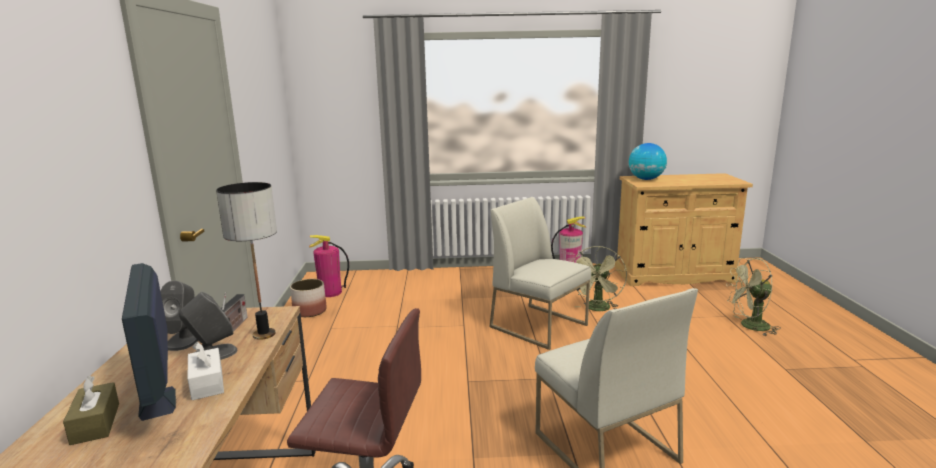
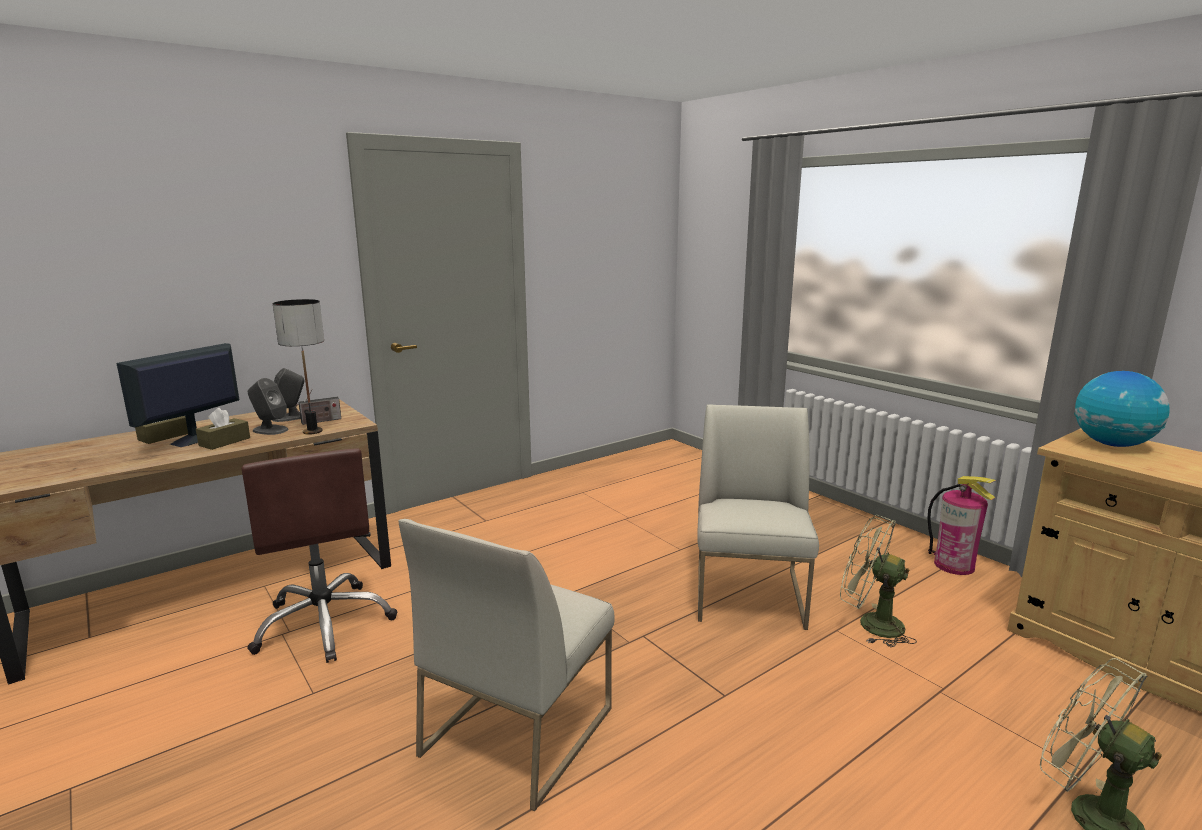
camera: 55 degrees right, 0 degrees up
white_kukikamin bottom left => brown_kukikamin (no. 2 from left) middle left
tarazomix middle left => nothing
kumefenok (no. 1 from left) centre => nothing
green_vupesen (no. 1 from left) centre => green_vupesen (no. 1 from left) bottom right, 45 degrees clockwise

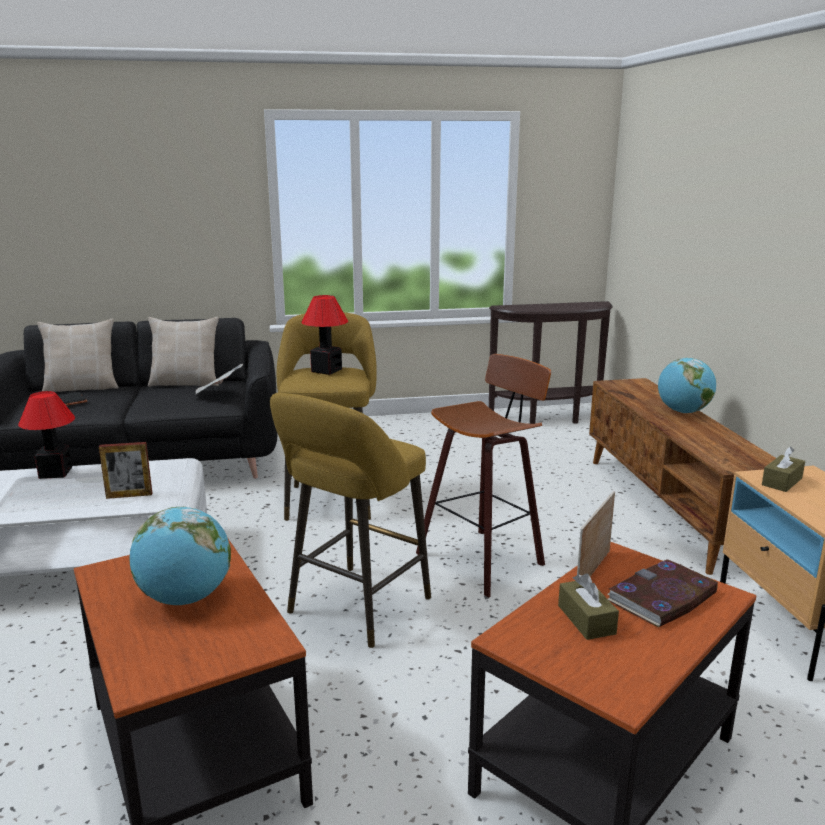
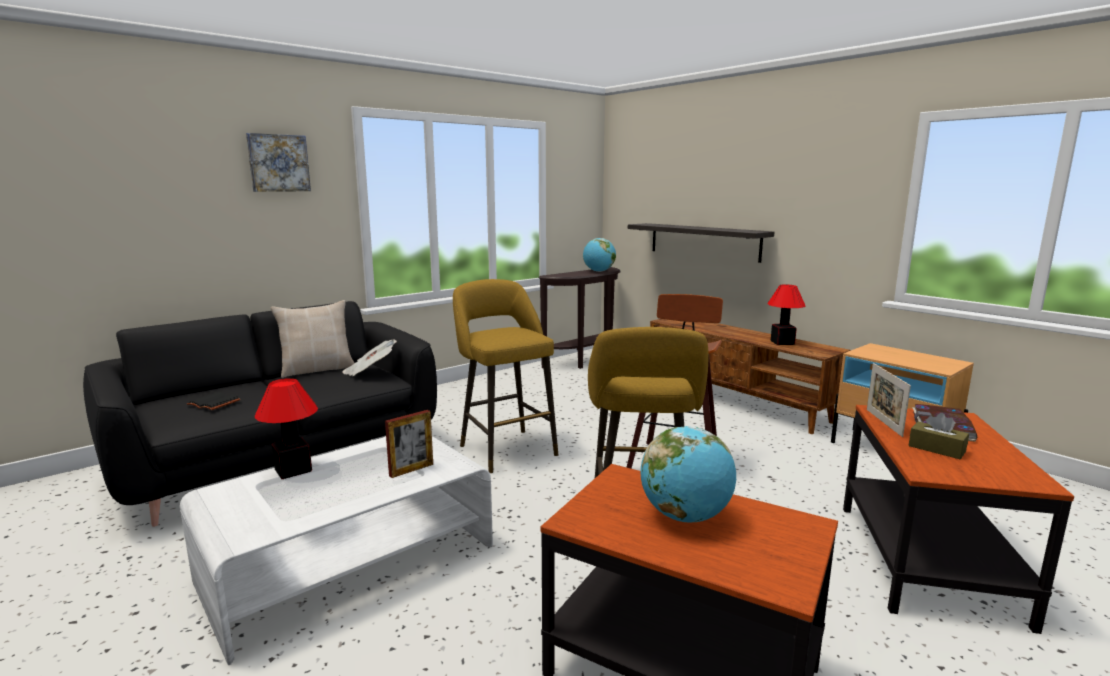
camera: 30 degrees left, 5 degrees down
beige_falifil (no. 1 from left) middle left => nothing
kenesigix (no. 2 from left) centre => kenesigix (no. 2 from left) middle right, relocated
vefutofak (no. 2 from left in the first image) middle right => vefutofak (no. 1 from left) centre, relocated
brown_kukikamin (no. 2 from left) middle right => nothing
nothing => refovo top left
nothing => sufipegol centre

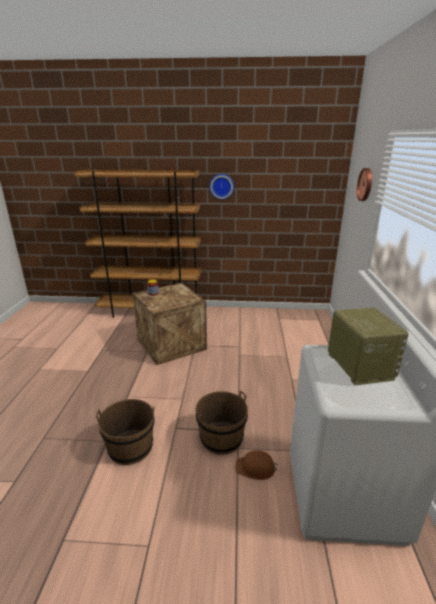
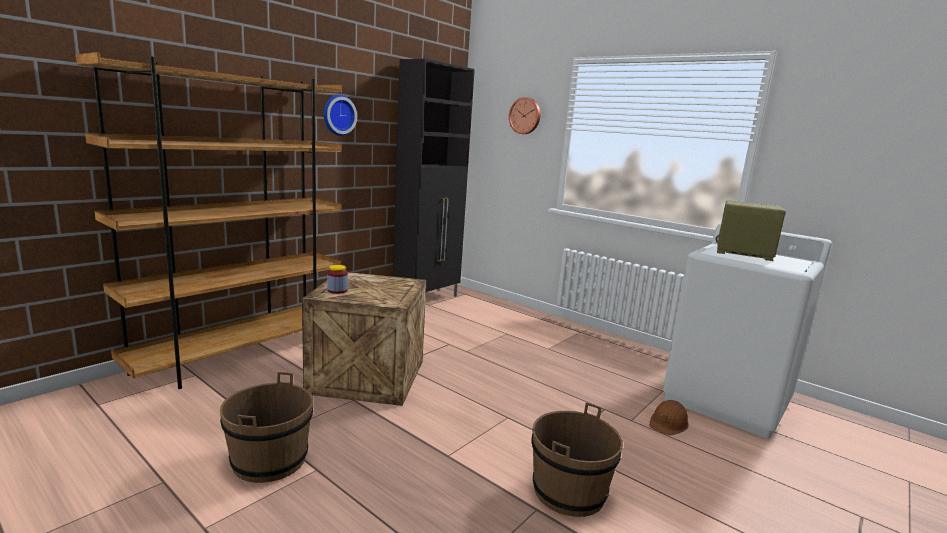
camera: 55 degrees left, 10 degrees down
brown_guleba (no. 2 from left in the first image) bottom centre => brown_guleba (no. 1 from left) bottom left, relocated
nothing => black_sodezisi top centre

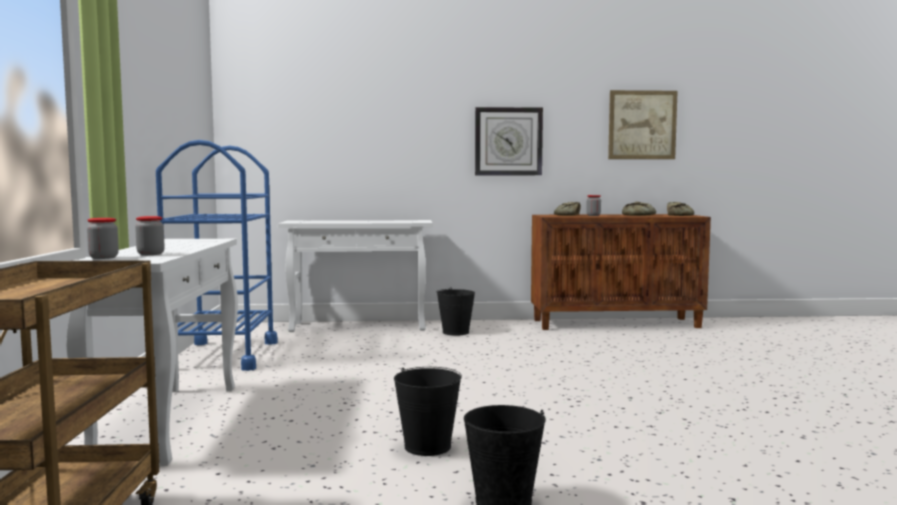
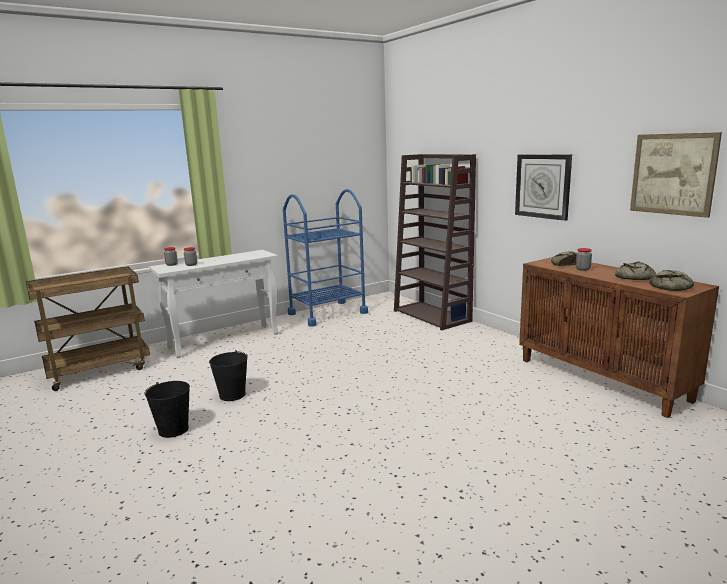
camera: 60 degrees right, 10 degrees up
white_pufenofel (no. 2 from left) centre => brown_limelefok centre
black_guleba (no. 2 from left) centre => nothing

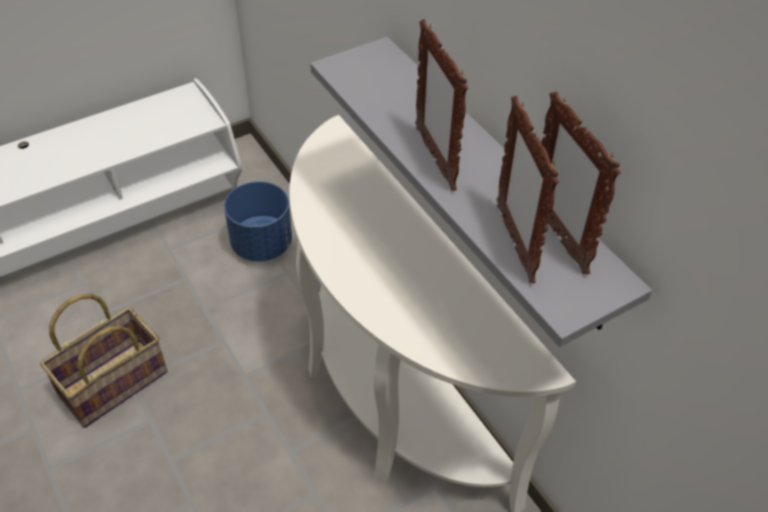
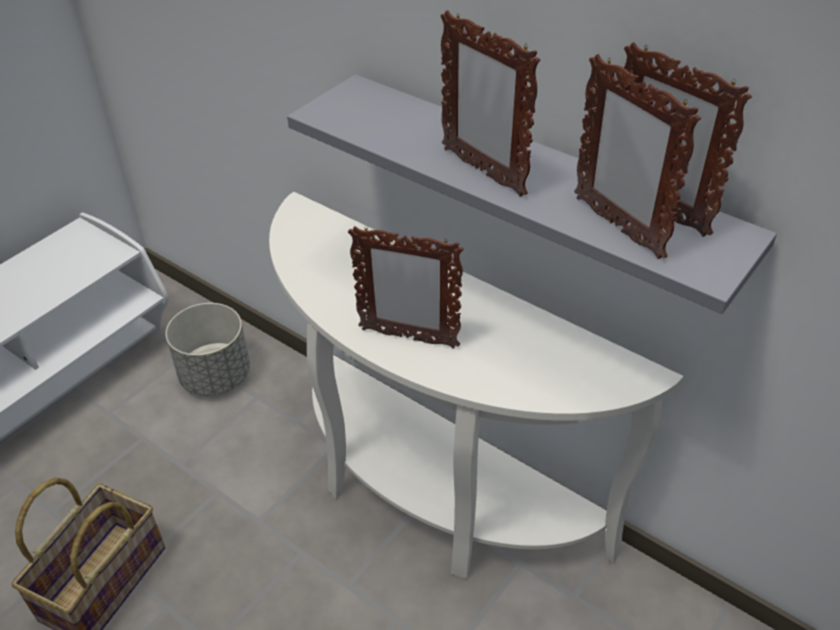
camera: 20 degrees left, 5 degrees down
blue_tarazomix centre => grey_tarazomix middle left
nothing => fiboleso (no. 1 from left) centre

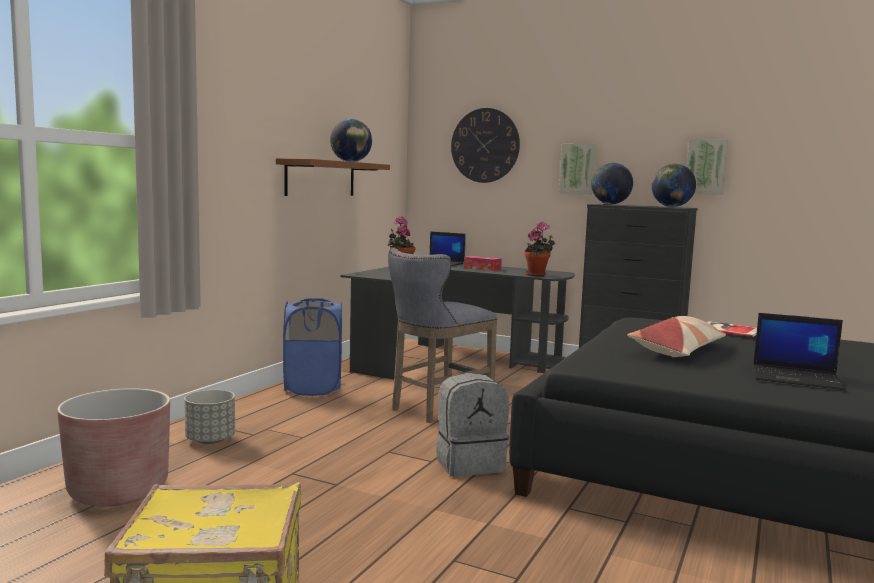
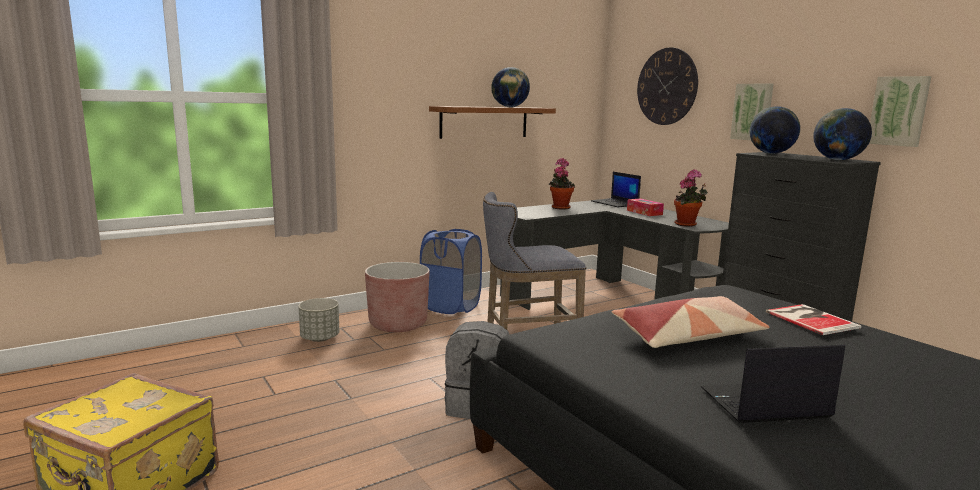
camera: 30 degrees right, 5 degrees up
brown_tarazomix bottom left => brown_tarazomix centre, relocated
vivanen (no. 2 from left) middle right => vivanen (no. 2 from left) bottom right, 120 degrees clockwise

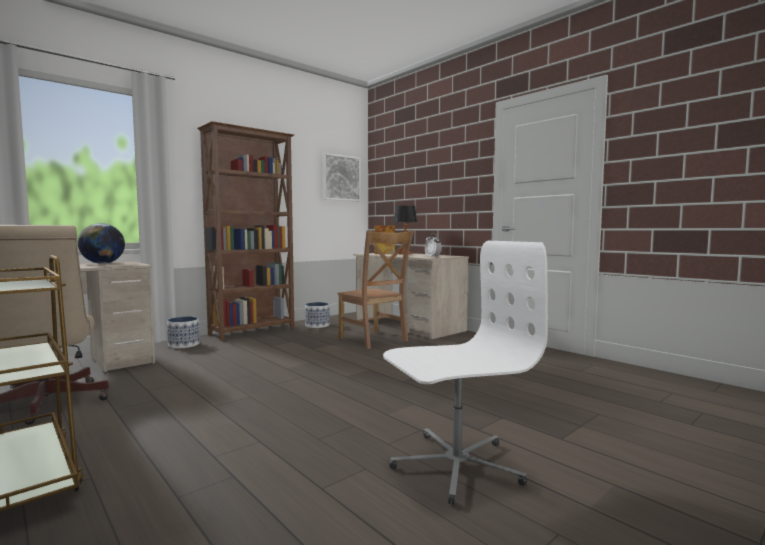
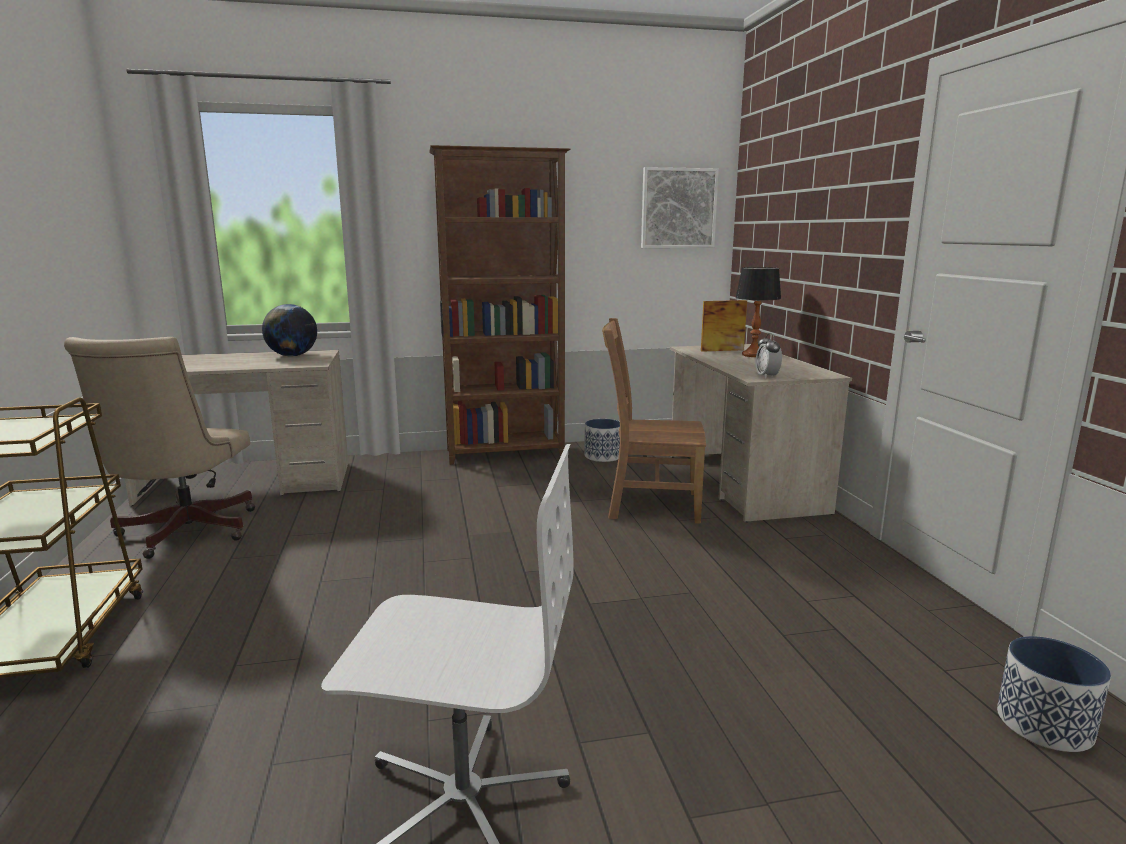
camera: 30 degrees right, 10 degrees up
tarazomix (no. 1 from left in the first image) middle left => tarazomix (no. 2 from left) bottom right, relocated
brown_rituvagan centre, 105 degrees clockwise

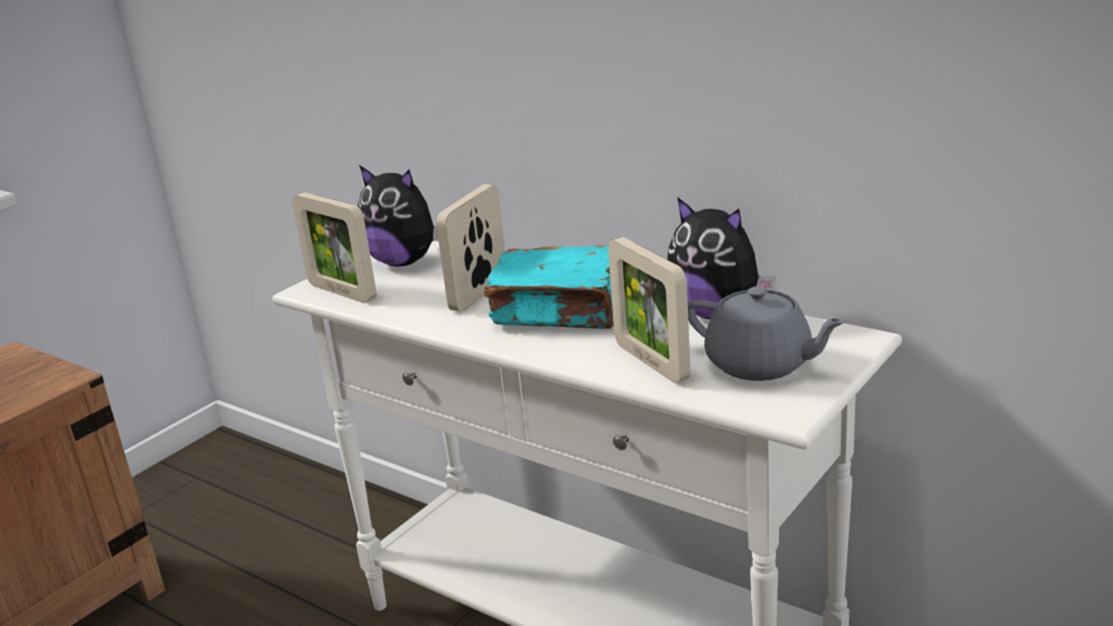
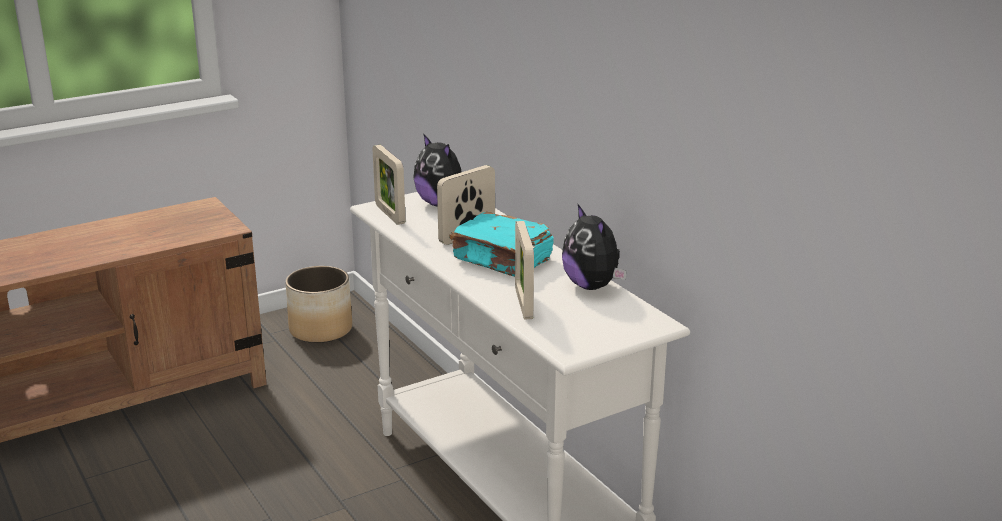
camera: 20 degrees right, 0 degrees up
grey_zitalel middle right => nothing
nothing => tarazomix middle left

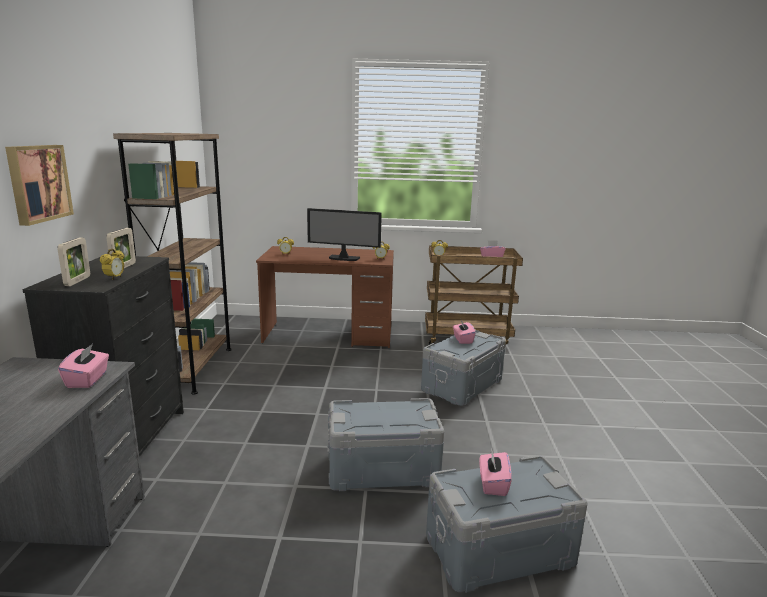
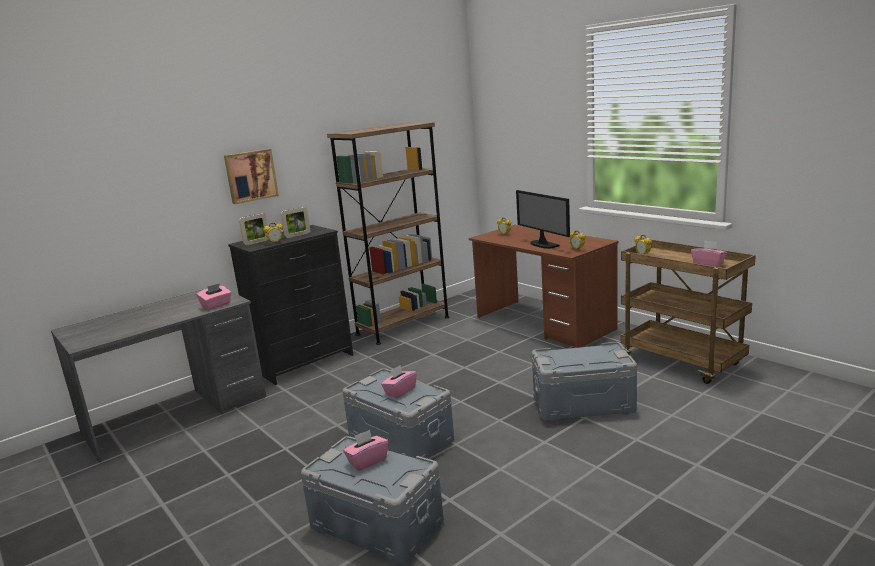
camera: 50 degrees right, 0 degrees up
pink_kukikamin (no. 2 from left in the first image) centre => pink_kukikamin (no. 3 from left) bottom centre, relocated

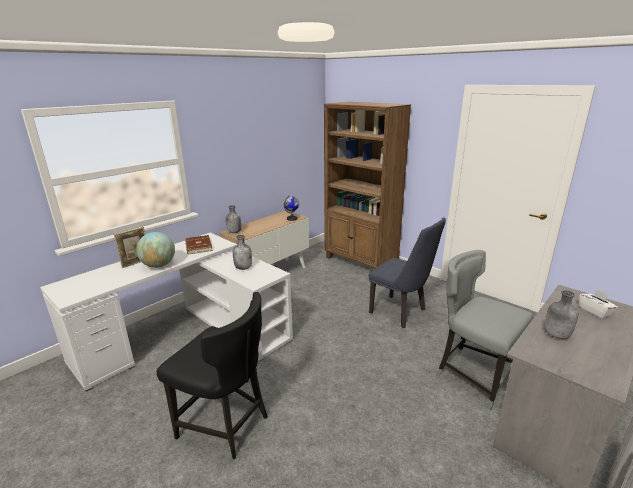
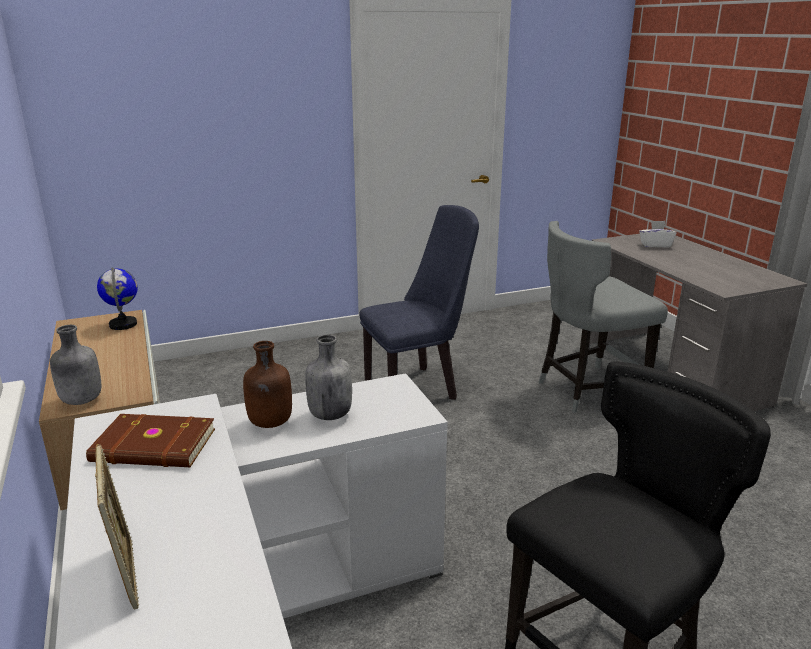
camera: 65 degrees left, 0 degrees up
vefutofak (no. 1 from left) middle left => nothing
brown_limelefok centre => nothing
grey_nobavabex (no. 3 from left) middle right => nothing
nothing => brown_nobavabex middle left

